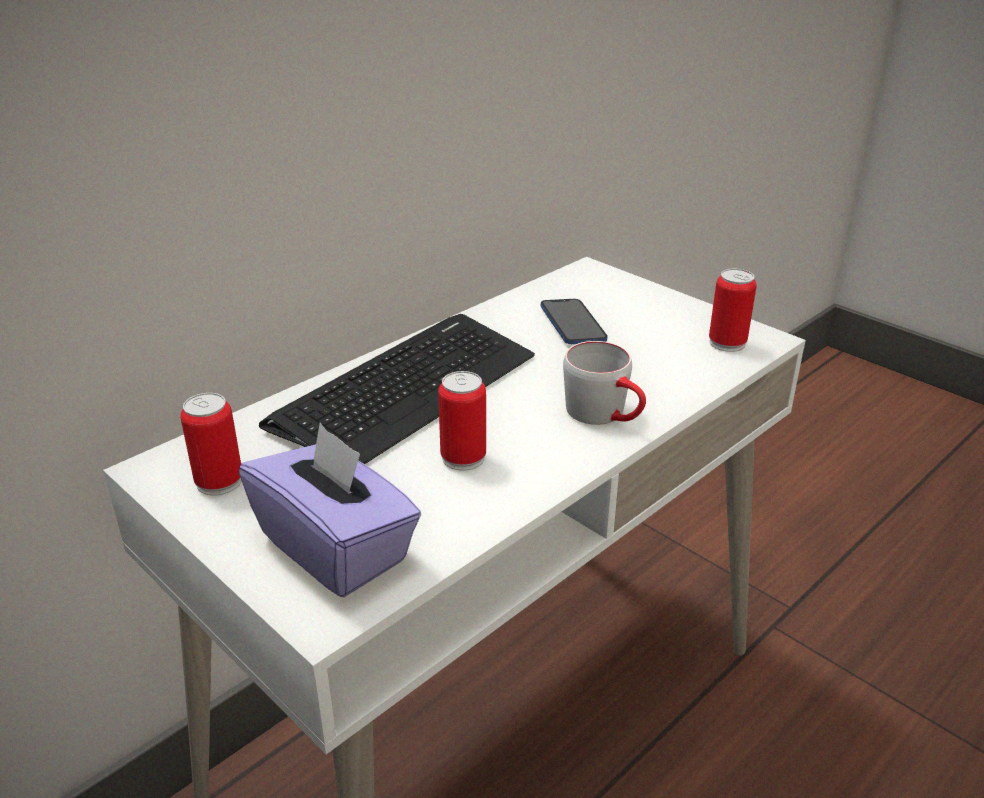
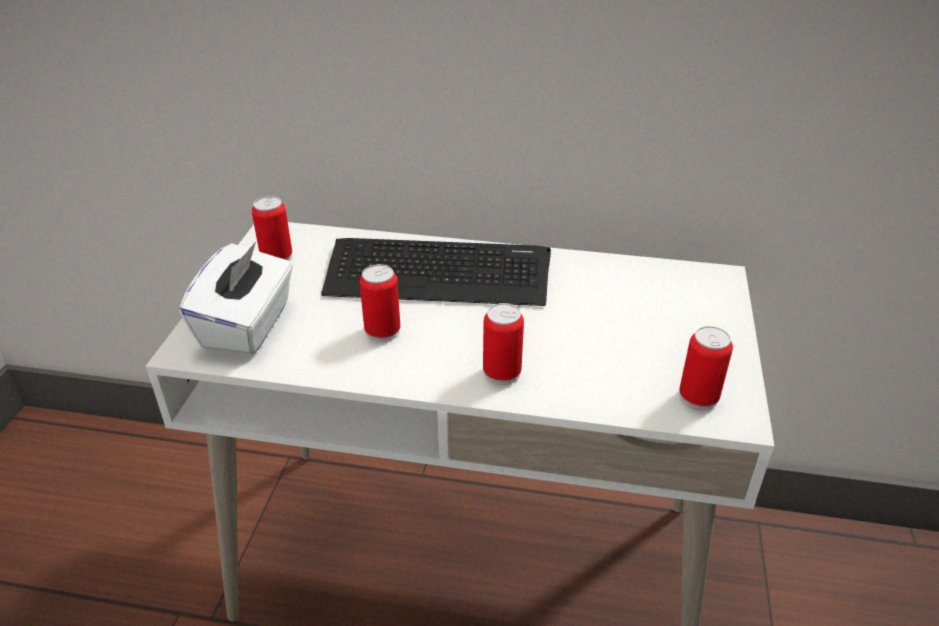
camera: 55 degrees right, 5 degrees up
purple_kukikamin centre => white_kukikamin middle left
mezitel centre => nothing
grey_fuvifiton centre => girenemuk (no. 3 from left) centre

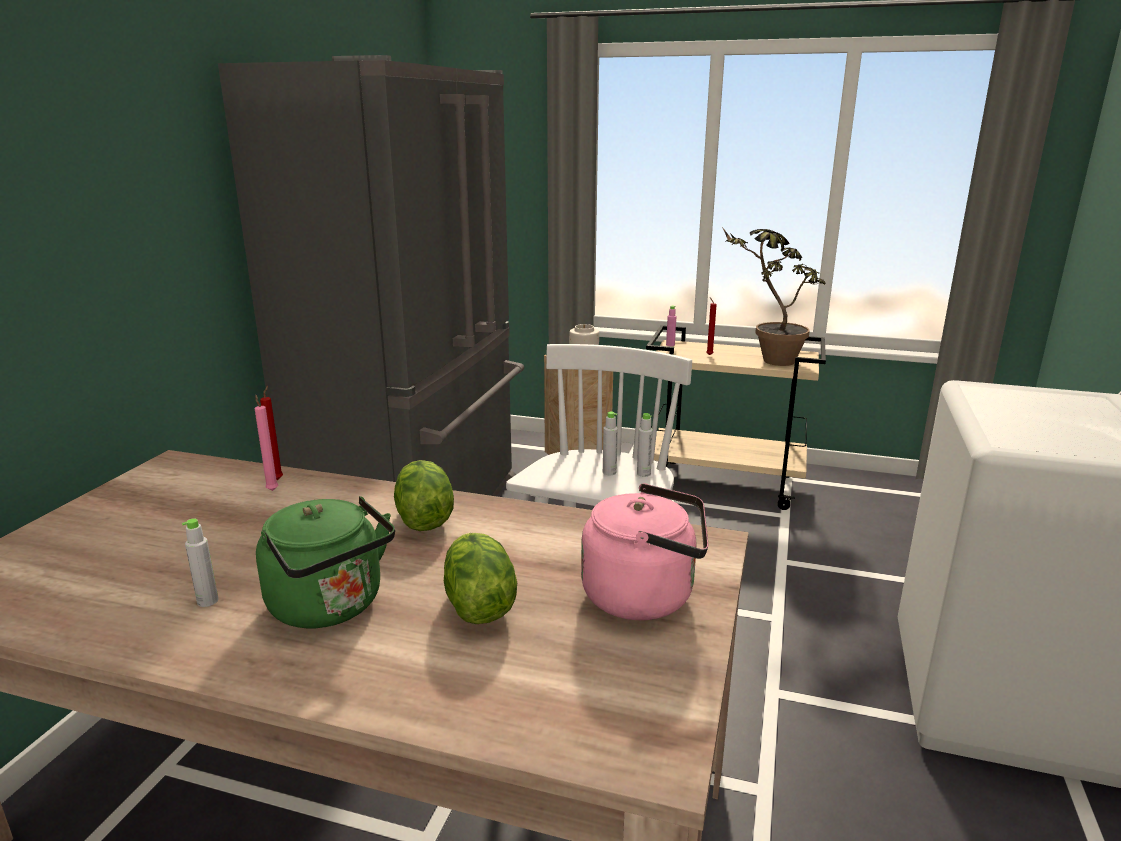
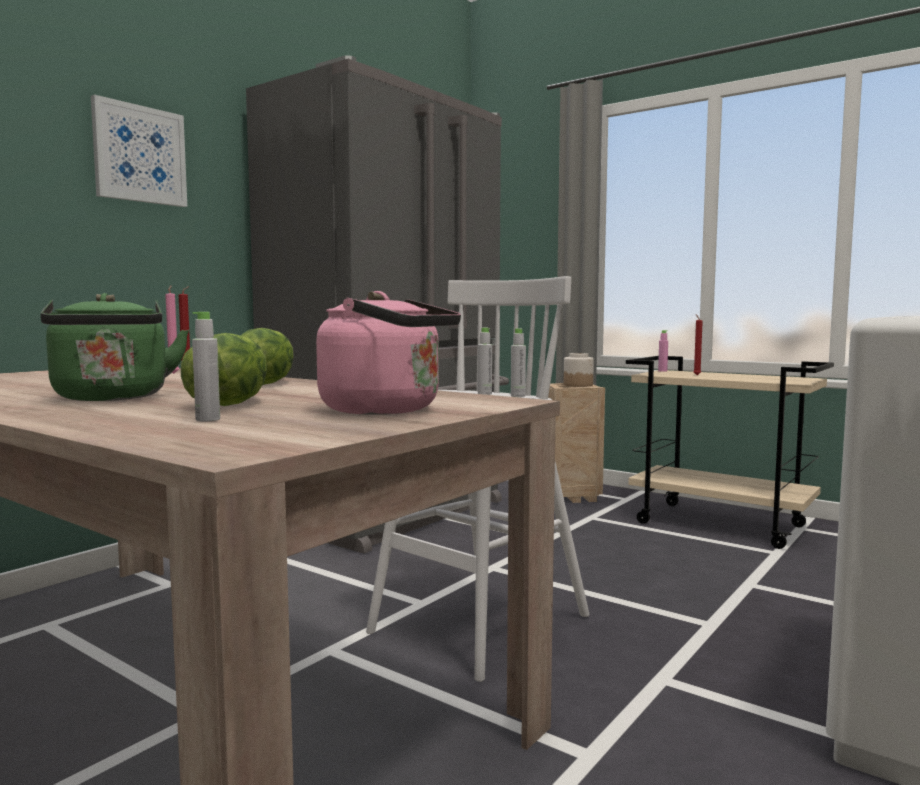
camera: 20 degrees right, 15 degrees down
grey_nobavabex (no. 1 from left) bottom left => grey_nobavabex (no. 1 from left) middle left, relocated
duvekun middle right => nothing
nothing => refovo top left

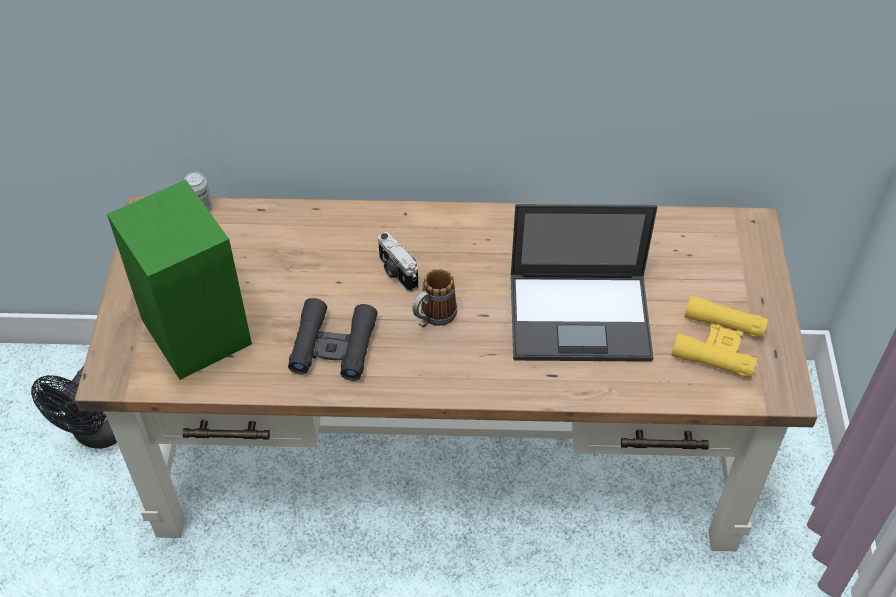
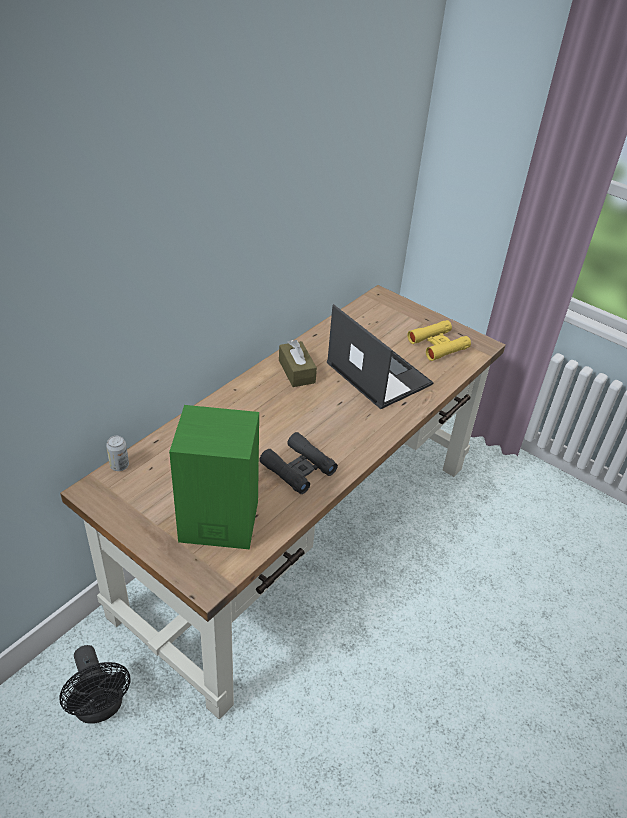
camera: 55 degrees left, 10 degrees down
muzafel centre => nothing
fuvifiton centre => nothing
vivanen centre, 75 degrees counterclockwise
nothing => brown_kukikamin centre

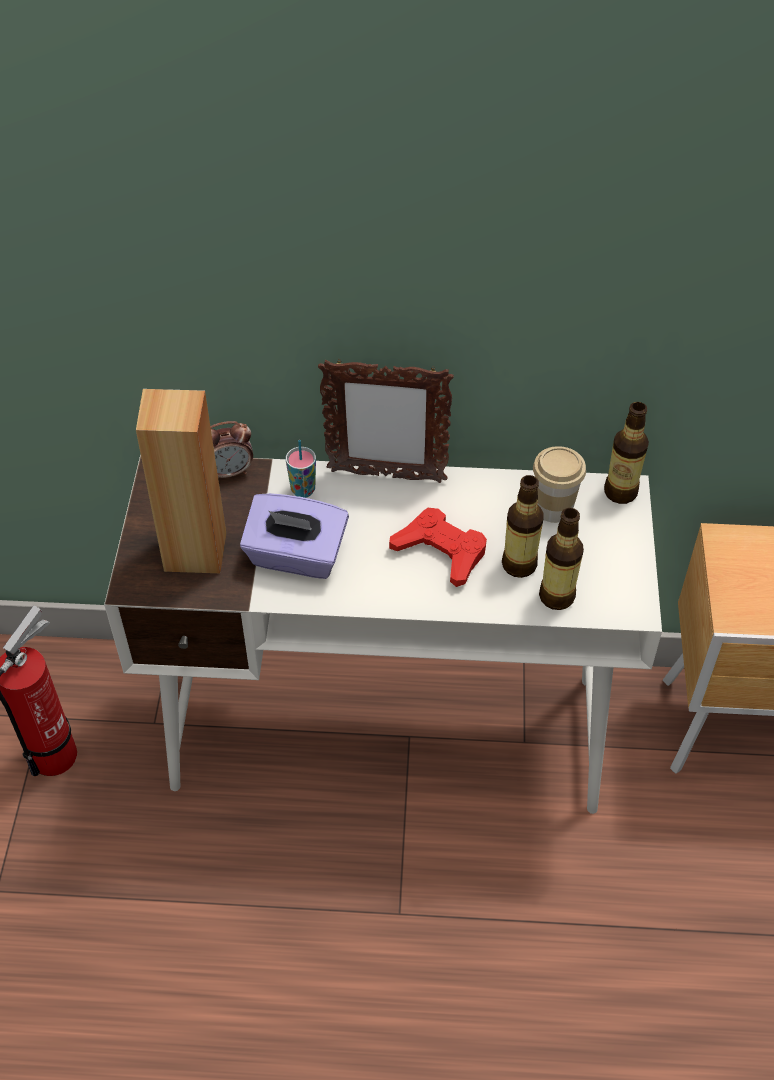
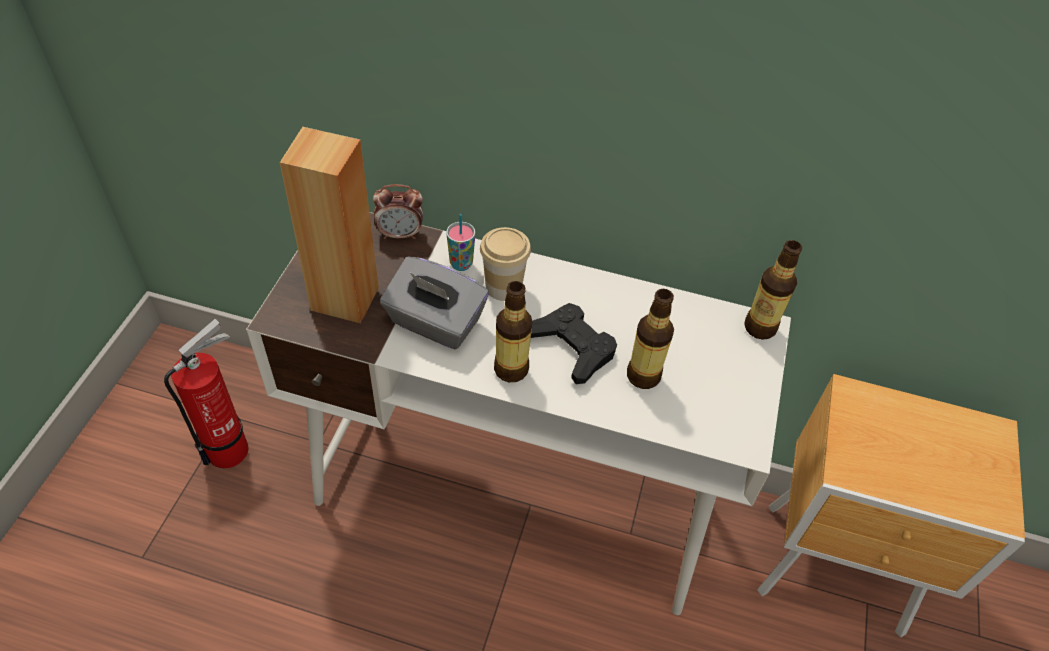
camera: 10 degrees right, 0 degrees up
purple_kukikamin centre => grey_kukikamin centre
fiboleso centre => nothing
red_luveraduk centre => black_luveraduk centre
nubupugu (no. 2 from left) middle right => nubupugu (no. 2 from left) centre, relocated
nobavabex (no. 2 from left in the first image) middle right => nobavabex (no. 1 from left) centre, relocated

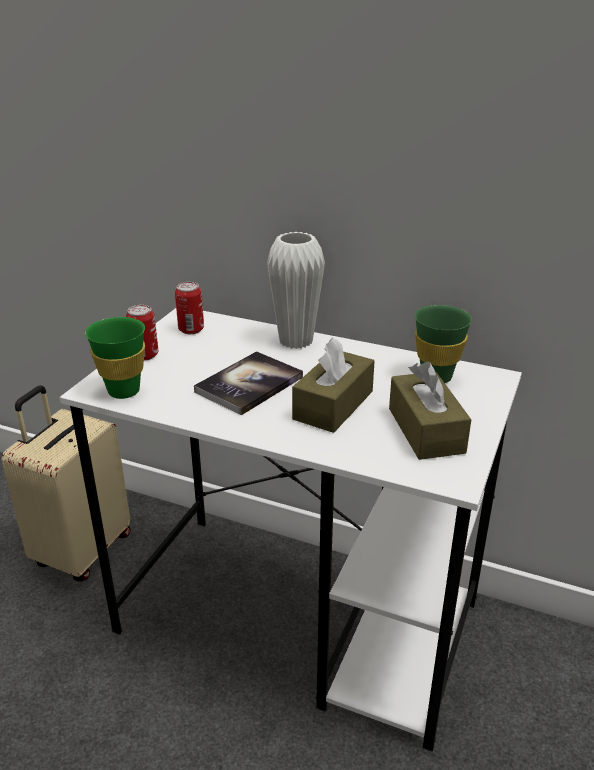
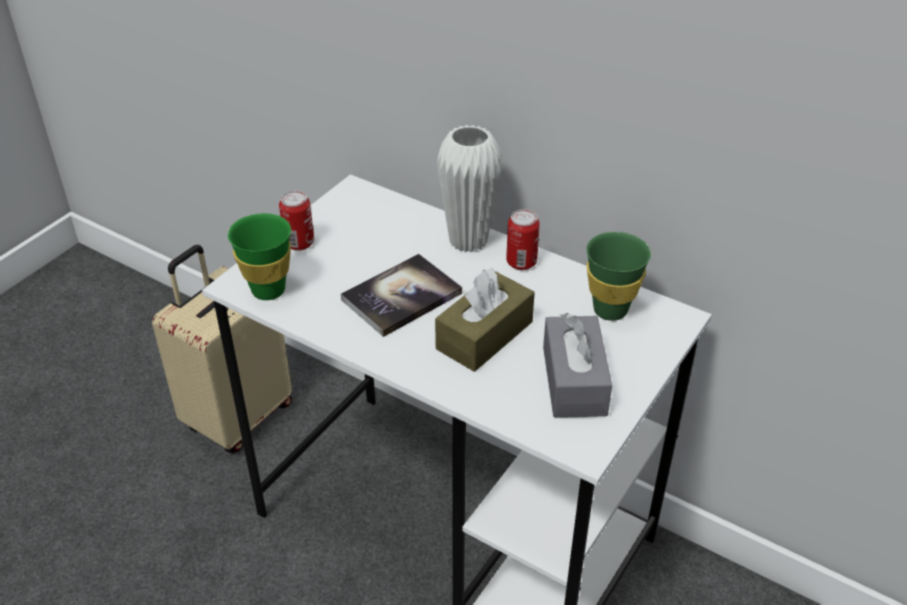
camera: 10 degrees right, 10 degrees up
girenemuk (no. 2 from left) middle left => girenemuk (no. 2 from left) centre, relocated
brown_kukikamin (no. 2 from left) middle right => grey_kukikamin centre

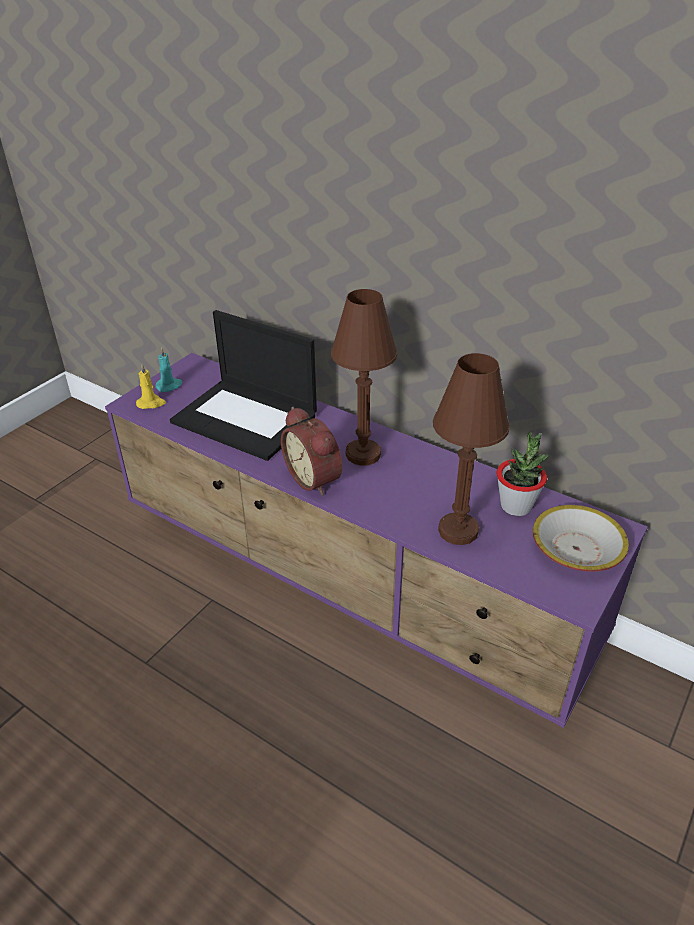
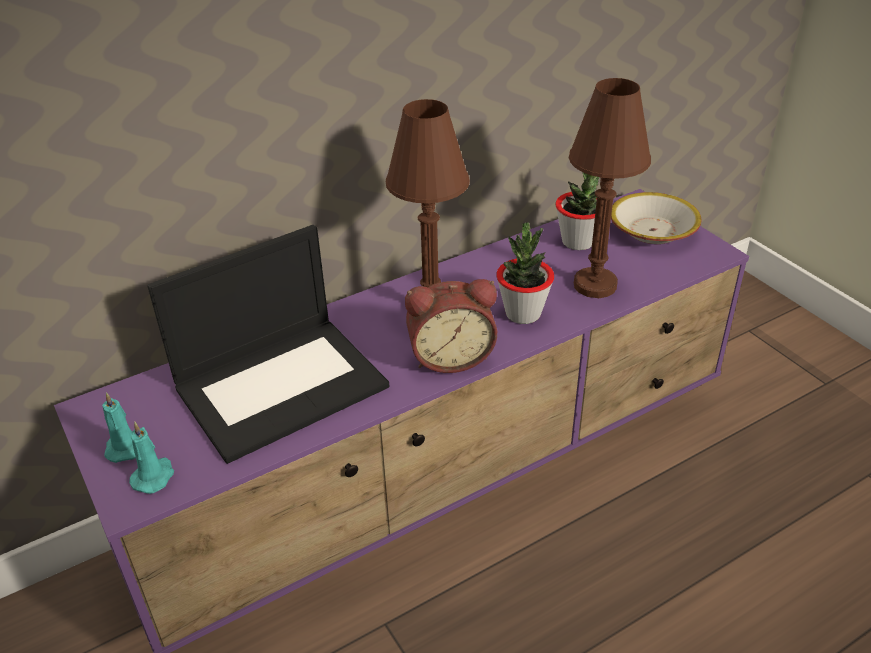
camera: 65 degrees left, 0 degrees up
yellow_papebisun middle left => turquoise_papebisun (no. 2 from left) bottom left
nothing => duvekun (no. 1 from left) centre

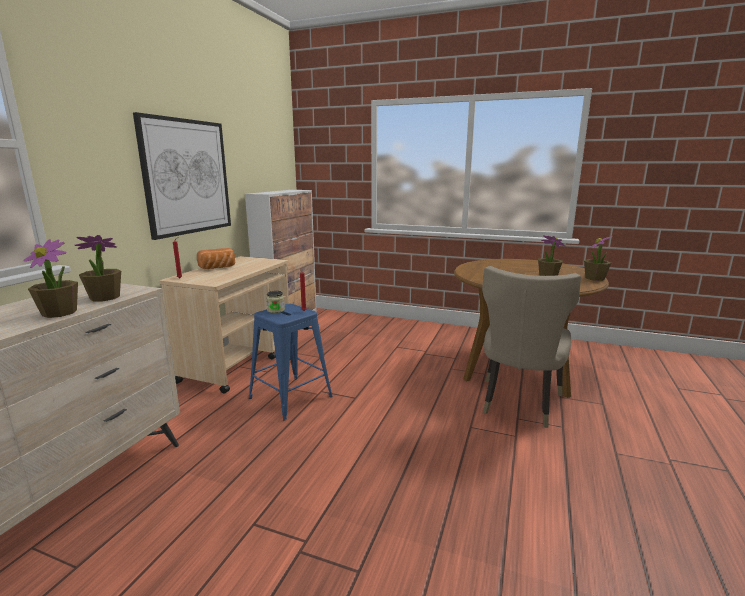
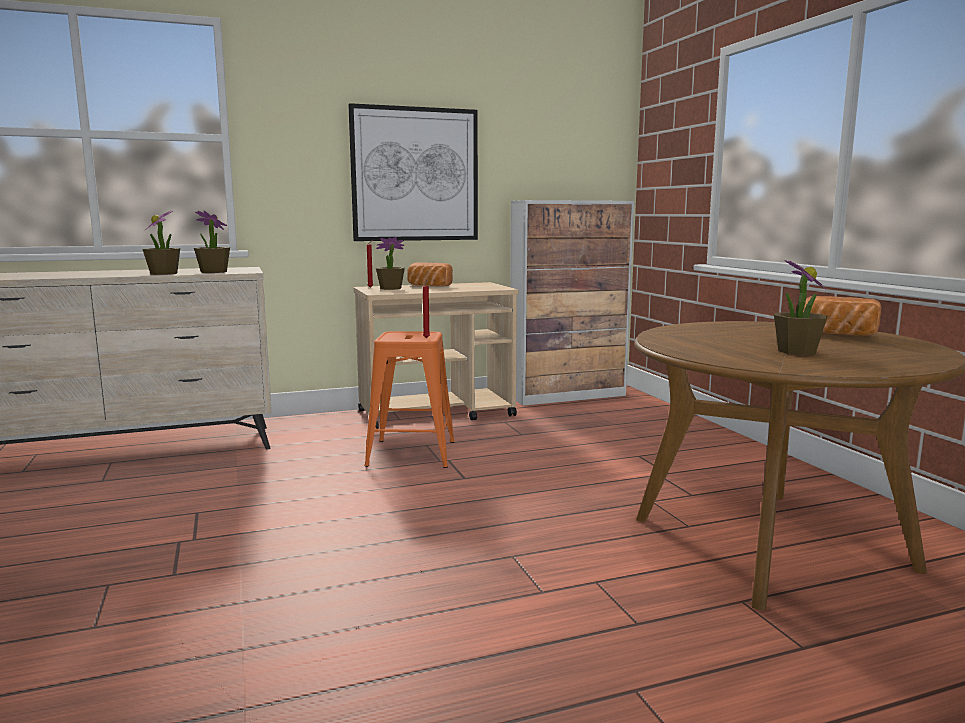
camera: 50 degrees right, 5 degrees down
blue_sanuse centre => orange_sanuse centre
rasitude centre => nothing
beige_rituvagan middle right => nothing
duvekun (no. 4 from left in the first image) middle right => duvekun (no. 3 from left) centre, relocated
nothing => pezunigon (no. 2 from left) middle right

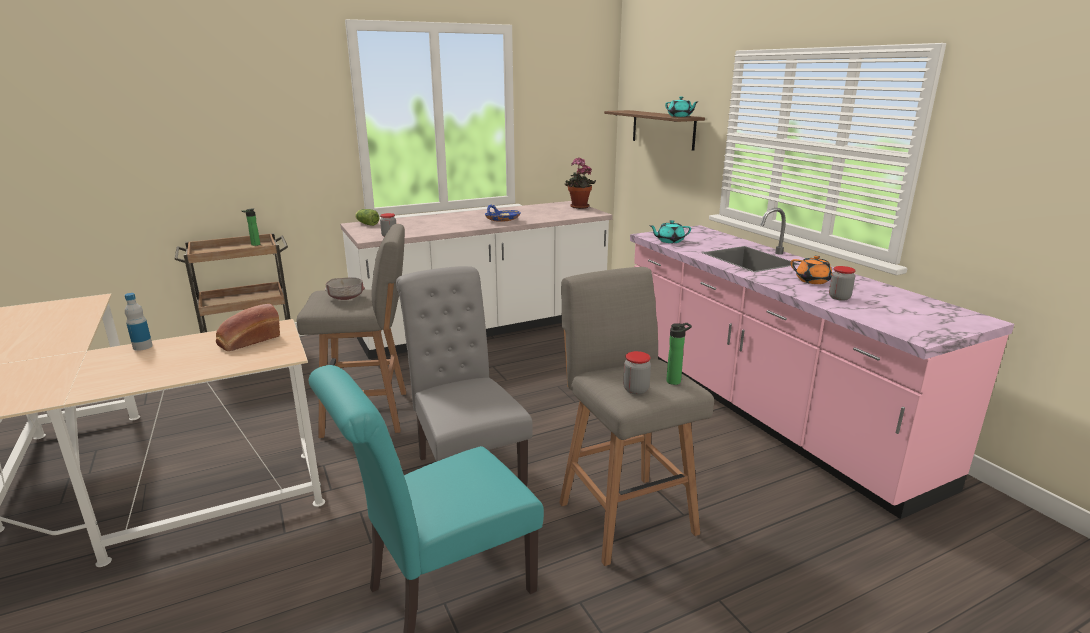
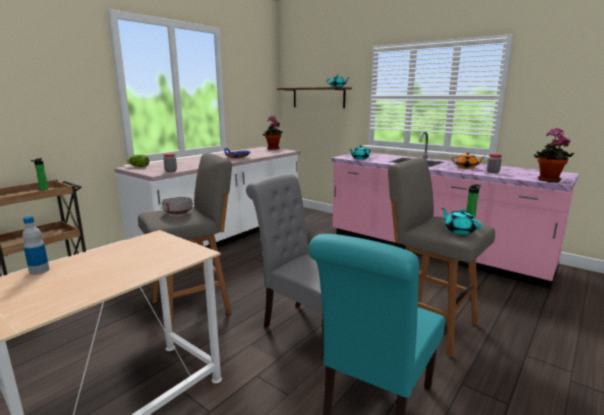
camera: 25 degrees left, 5 degrees down
pezunigon middle left => nothing
rasitude (no. 2 from left) centre => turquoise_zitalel (no. 3 from left) middle right
nothing => duvekun (no. 2 from left) middle right

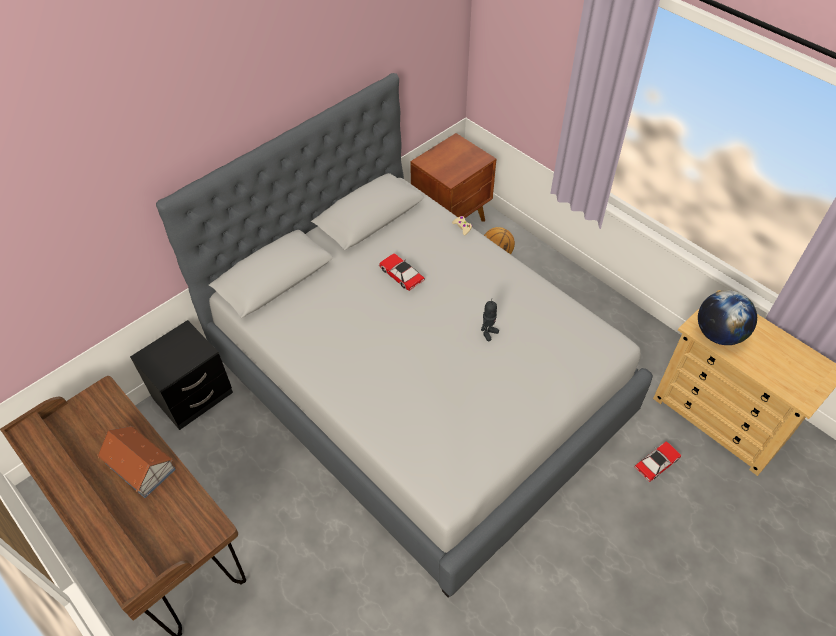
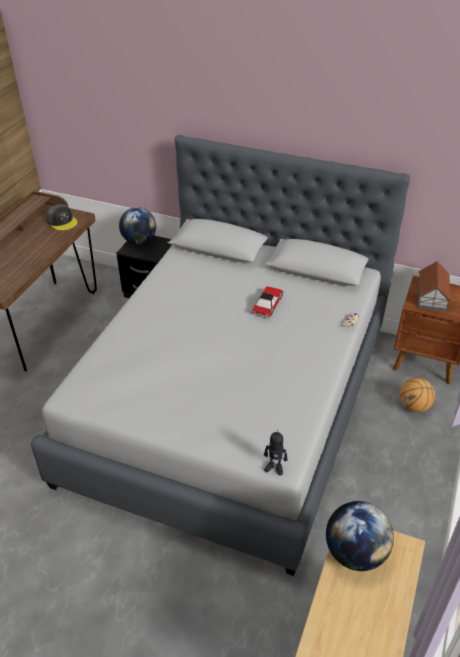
camera: 65 degrees right, 10 degrees down
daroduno bottom left => daroduno middle right, relocated
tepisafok centre => tepisafok bottom centre, relocated
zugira (no. 2 from left) bottom right => nothing
nothing => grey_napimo top left
nothing => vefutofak (no. 1 from left) middle left

